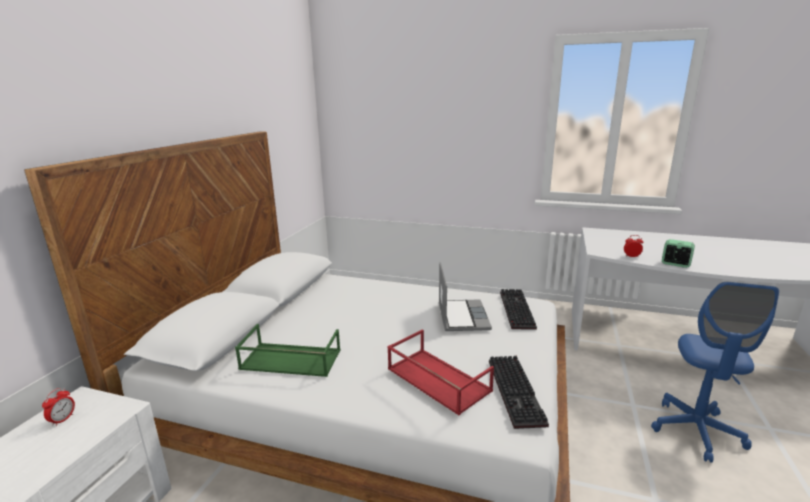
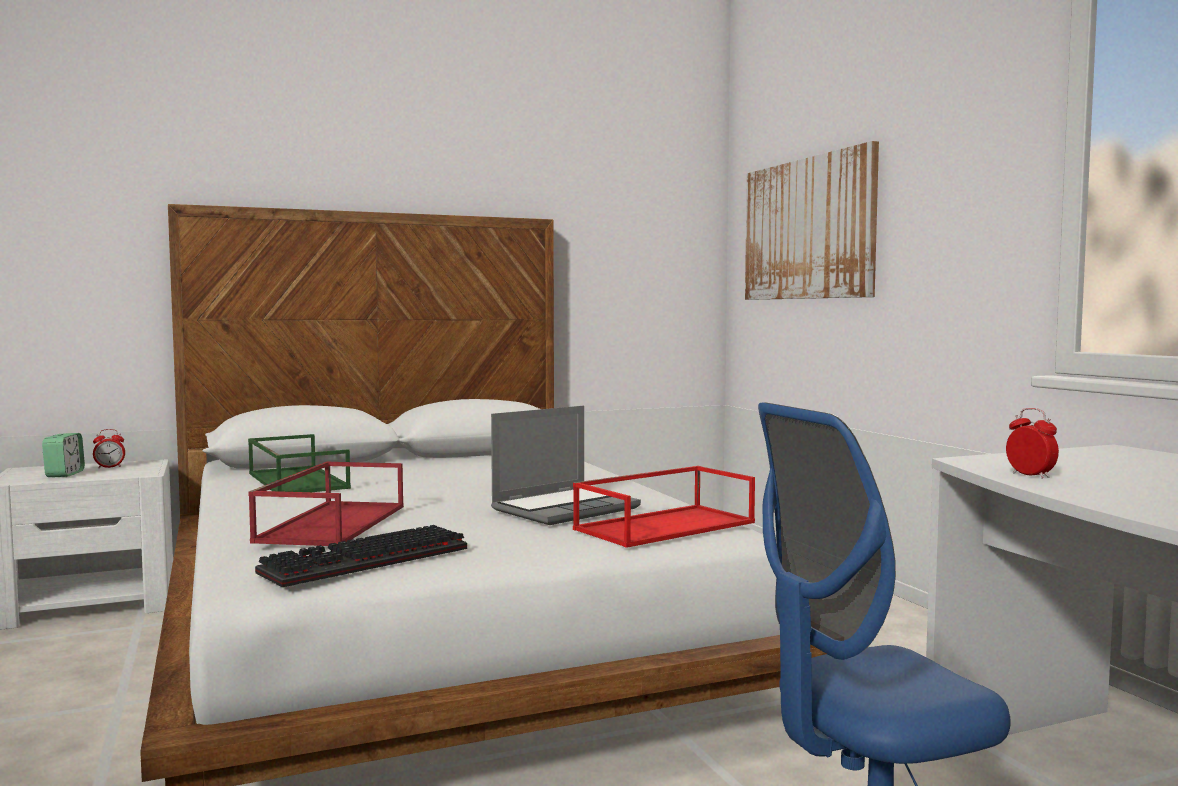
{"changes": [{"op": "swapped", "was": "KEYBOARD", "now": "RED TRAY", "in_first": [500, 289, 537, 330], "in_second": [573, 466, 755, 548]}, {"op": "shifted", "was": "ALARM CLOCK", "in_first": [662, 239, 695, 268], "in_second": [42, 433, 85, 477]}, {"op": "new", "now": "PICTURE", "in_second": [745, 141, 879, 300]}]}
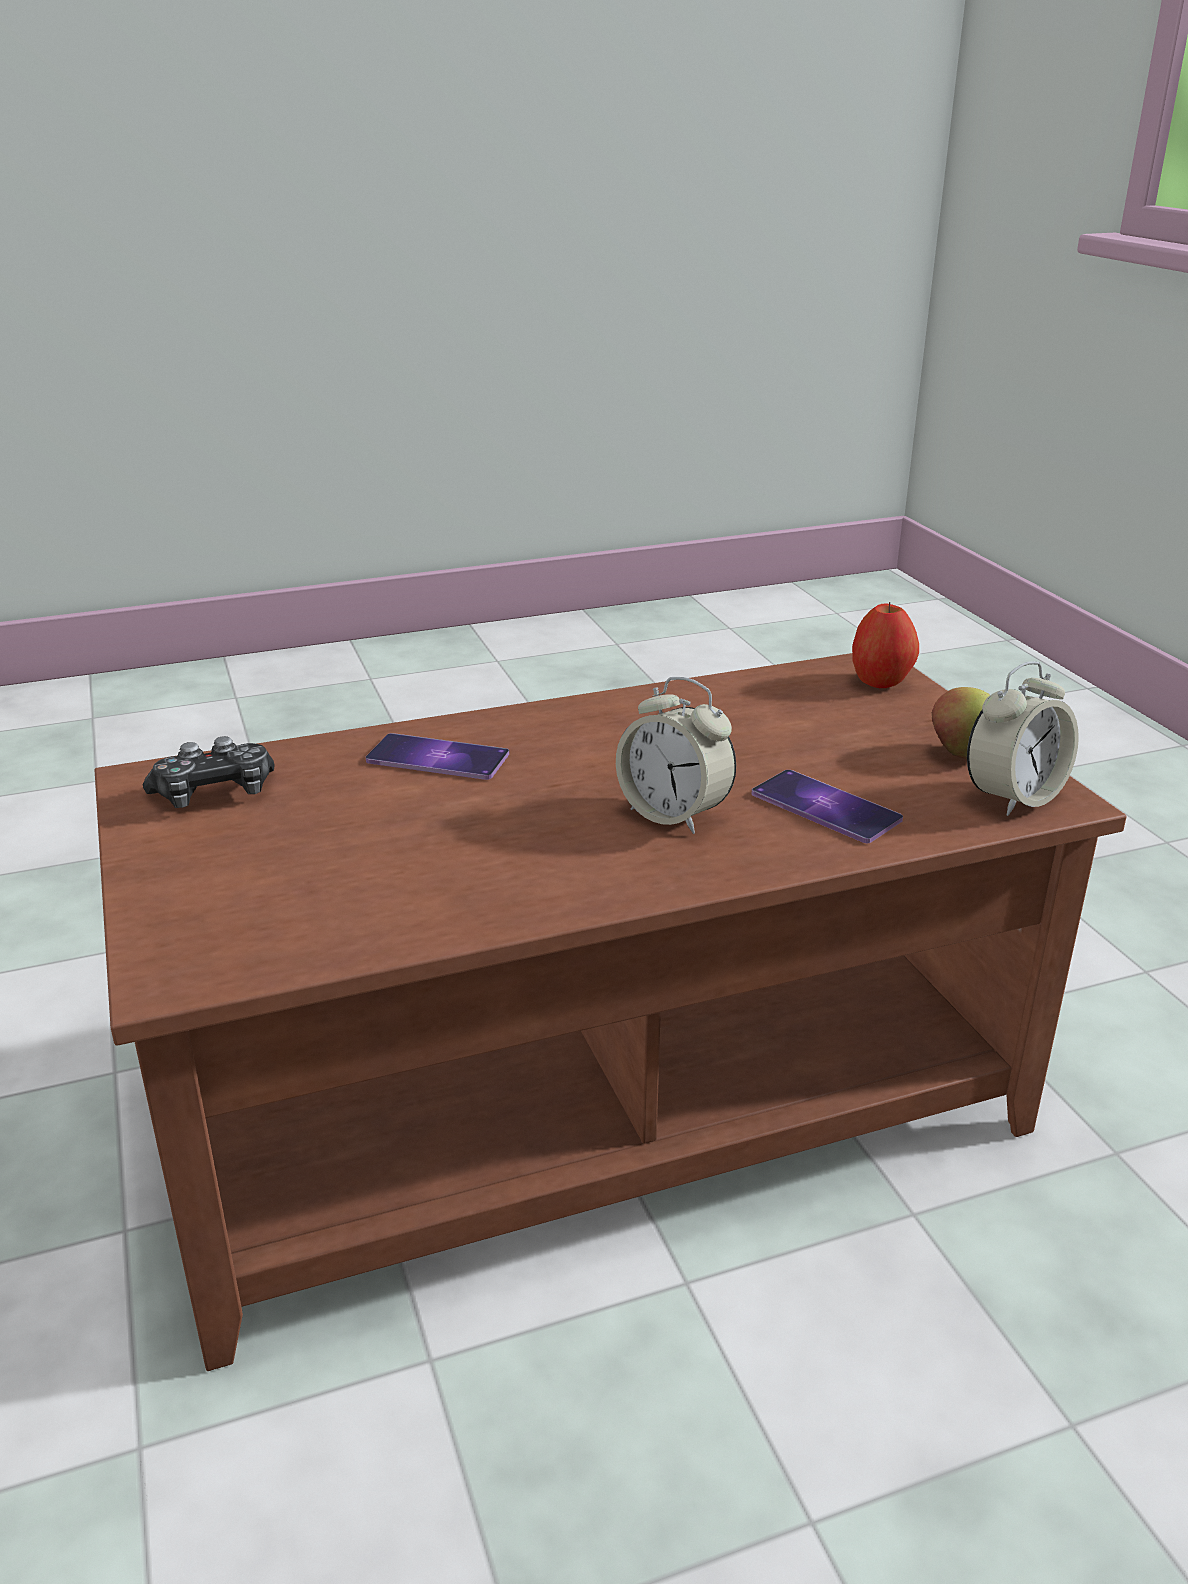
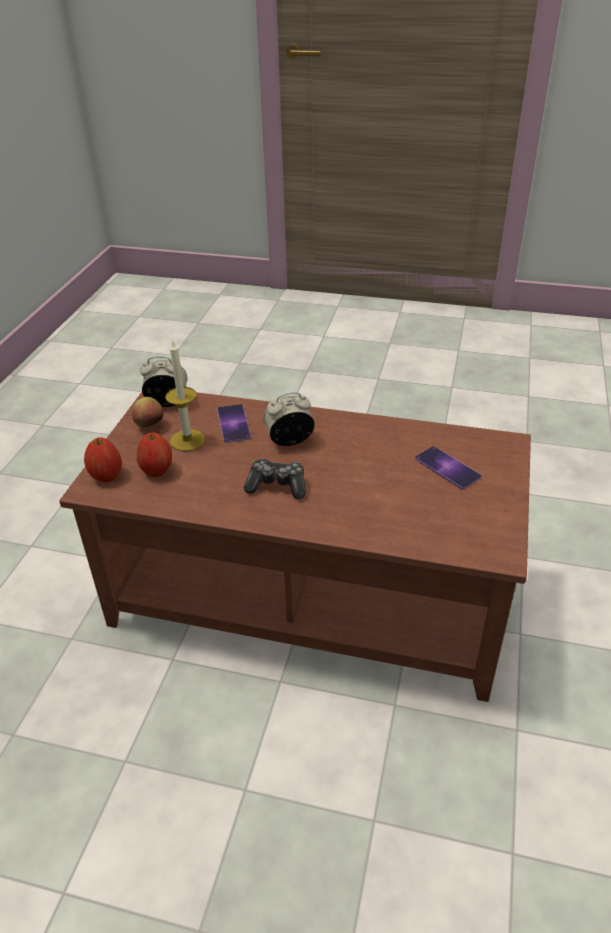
{"changes": [{"op": "shifted", "was": "GAME CONTROLLER", "in_first": [143, 736, 275, 808], "in_second": [244, 458, 306, 499]}, {"op": "shifted", "was": "PHONE", "in_first": [366, 733, 509, 780], "in_second": [415, 446, 482, 490]}, {"op": "rotated", "was": "ALARM CLOCK", "in_first": [616, 677, 736, 834], "in_second": [263, 393, 315, 446], "clockwise": -90}, {"op": "new", "now": "APPLE", "in_second": [137, 432, 172, 477]}, {"op": "new", "now": "CANDLE", "in_second": [165, 339, 205, 451]}]}
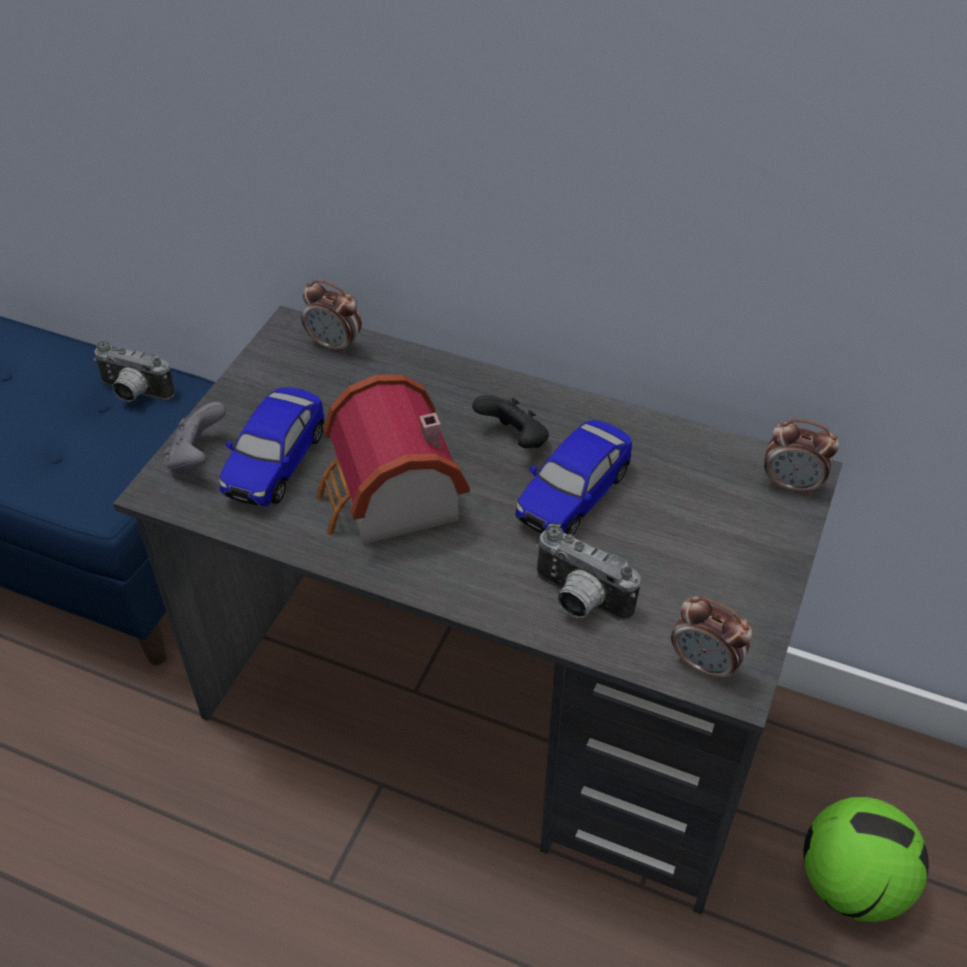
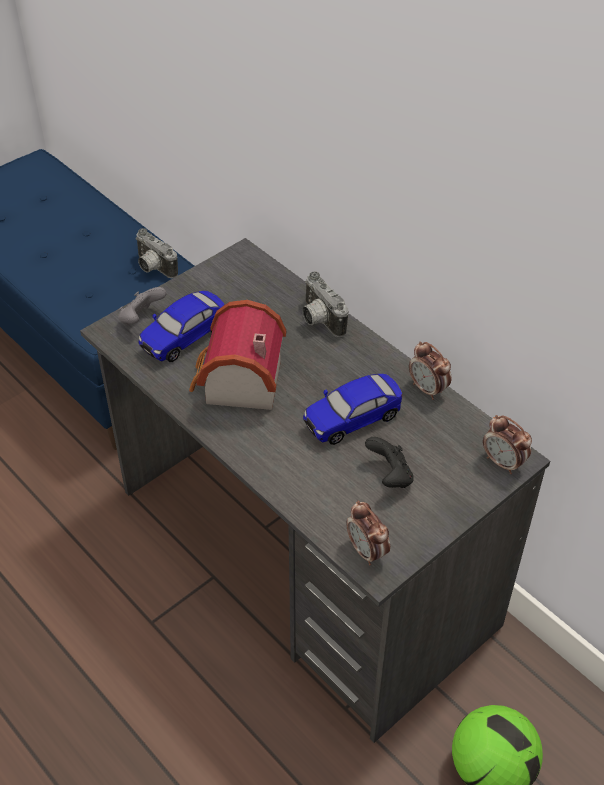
{"changes": [{"op": "shifted", "was": "ALARM CLOCK", "in_first": [301, 280, 362, 355], "in_second": [409, 341, 452, 400]}, {"op": "shifted", "was": "BLACK GAME CONTROLLER", "in_first": [472, 395, 549, 448], "in_second": [365, 437, 414, 488]}, {"op": "shifted", "was": "PHOTO CAMERA", "in_first": [535, 525, 641, 621], "in_second": [302, 272, 349, 337]}]}
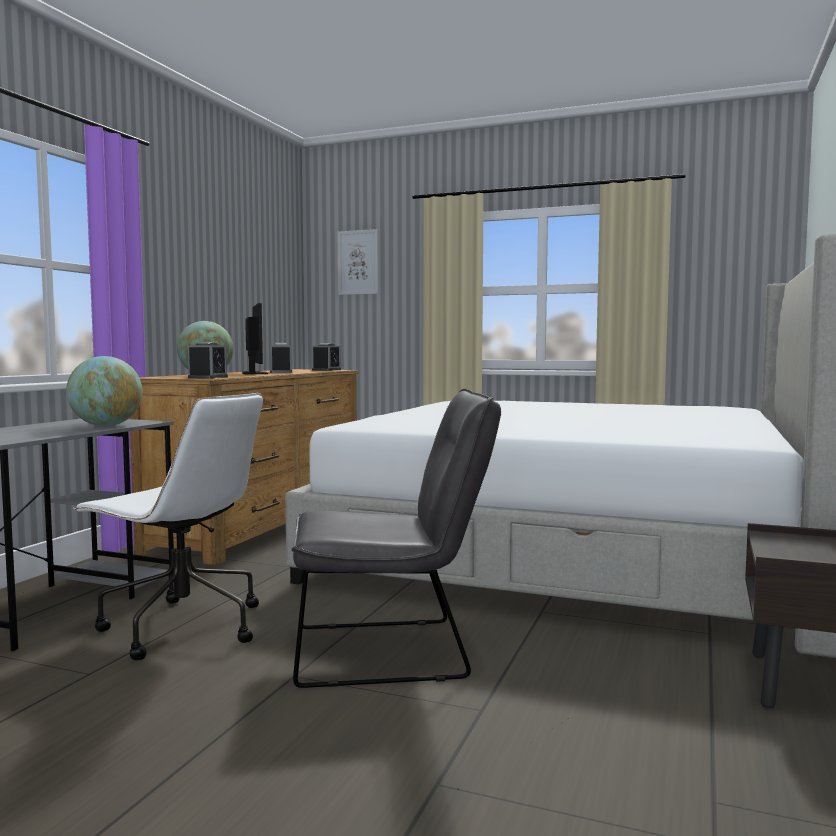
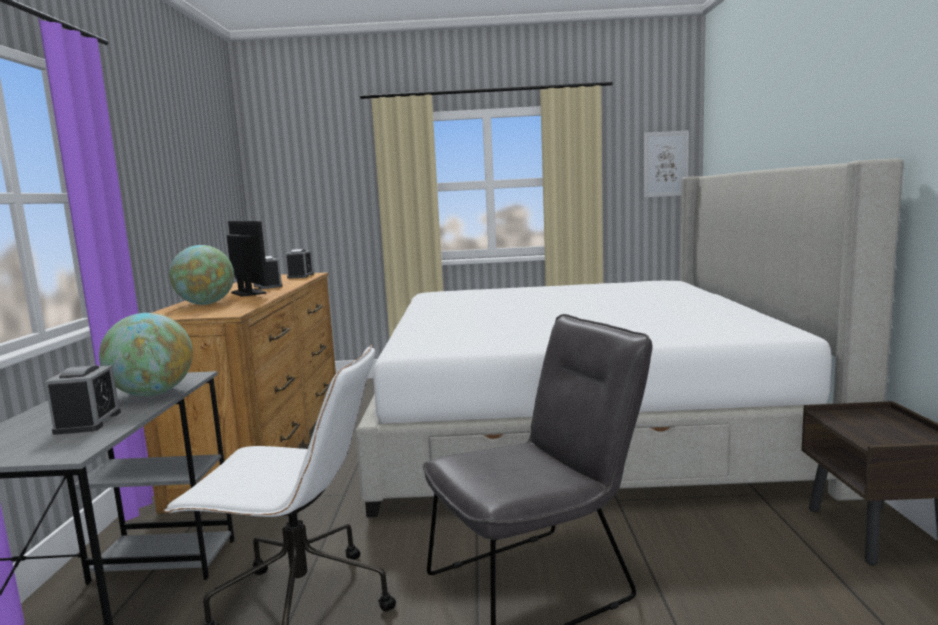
{"changes": [{"op": "shifted", "was": "ALARM CLOCK", "in_first": [188, 342, 228, 379], "in_second": [45, 365, 121, 435]}, {"op": "shifted", "was": "PICTURE", "in_first": [338, 229, 378, 295], "in_second": [644, 130, 689, 197]}]}
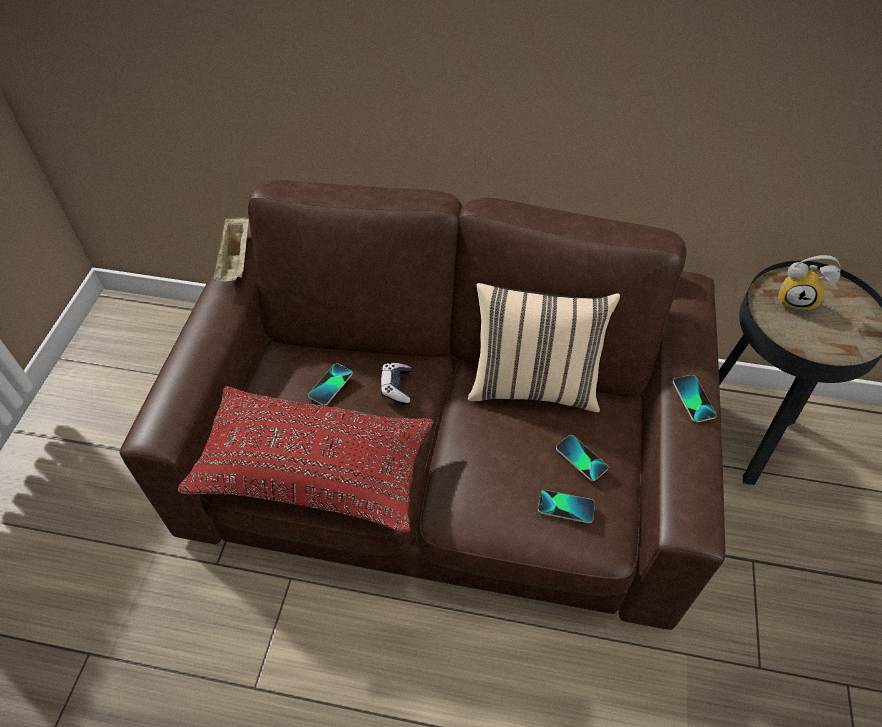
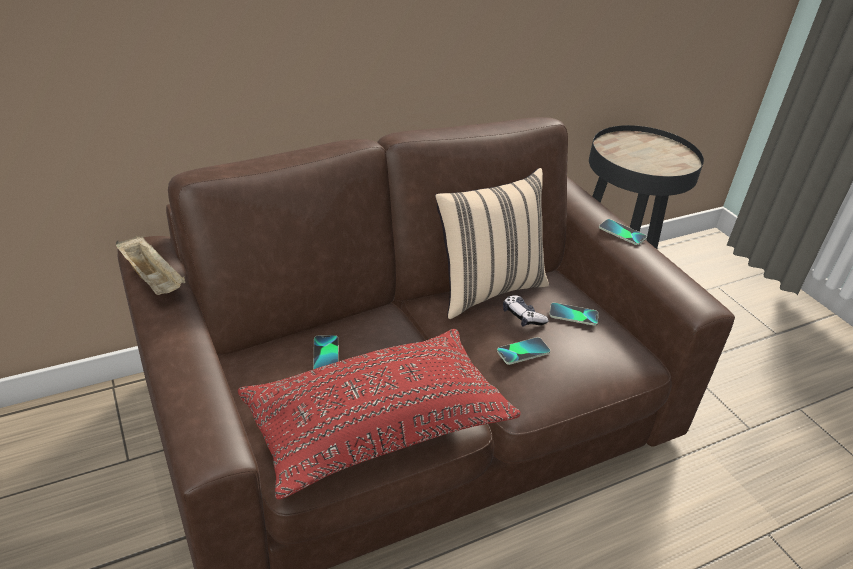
{"changes": [{"op": "shifted", "was": "GAME CONTROLLER", "in_first": [380, 363, 411, 404], "in_second": [503, 295, 549, 327]}, {"op": "shifted", "was": "PHONE", "in_first": [538, 490, 595, 523], "in_second": [497, 337, 550, 365]}, {"op": "gone", "was": "ALARM CLOCK", "in_first": [778, 255, 841, 311]}]}
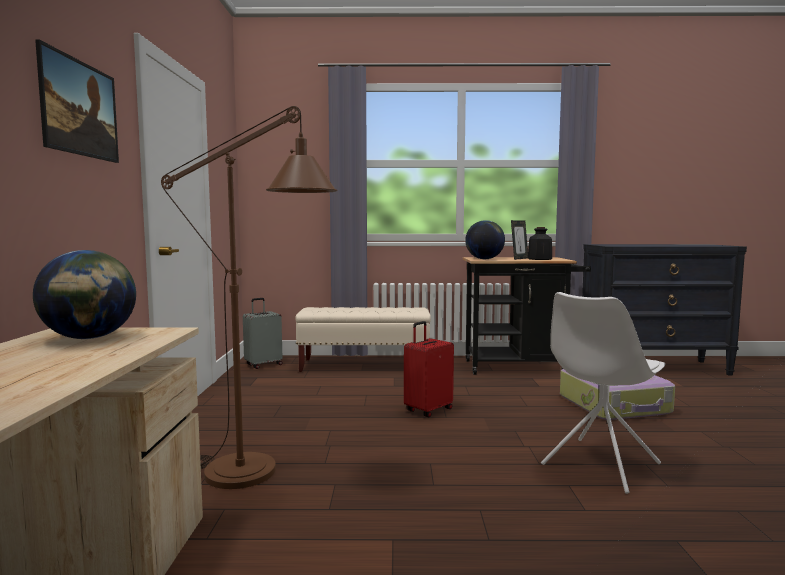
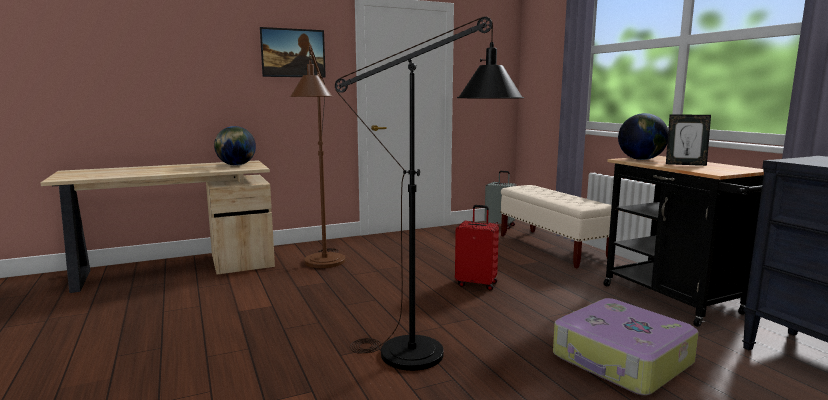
{"changes": [{"op": "gone", "was": "BOTTLE", "in_first": [528, 227, 552, 260]}, {"op": "swapped", "was": "WHITE CHAIR", "now": "BLACK FLOOR LAMP", "in_first": [541, 292, 665, 494], "in_second": [335, 16, 524, 371]}]}
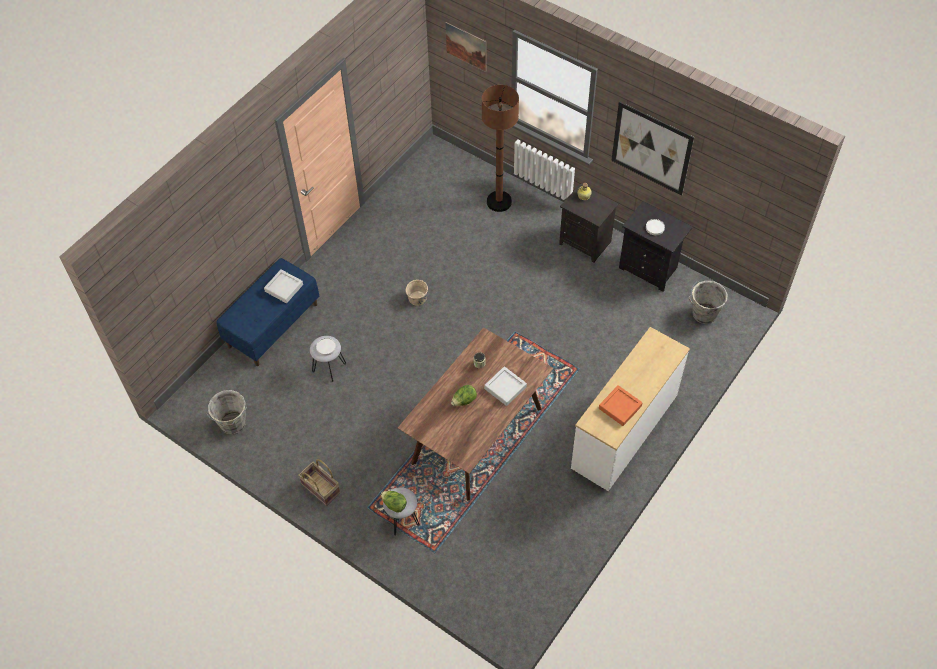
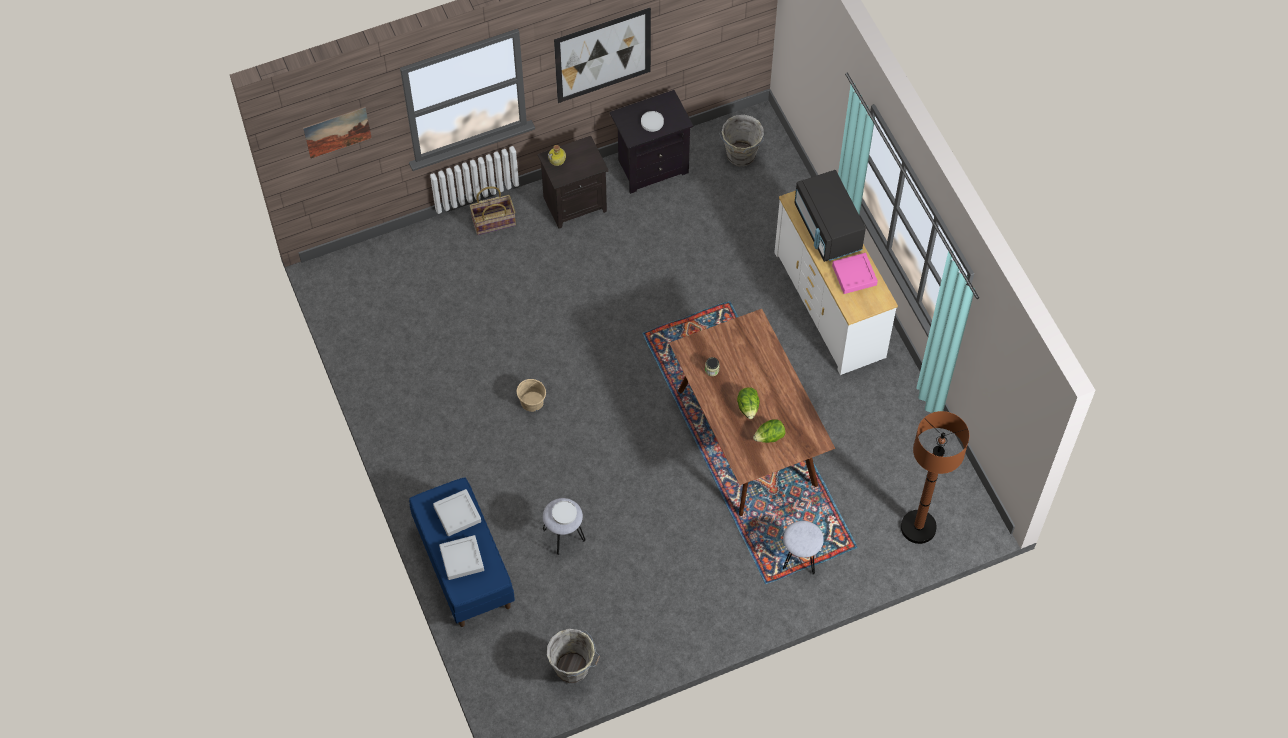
{"changes": [{"op": "shifted", "was": "BASKET", "in_first": [298, 459, 340, 506], "in_second": [470, 186, 516, 235]}, {"op": "shifted", "was": "LETTUCE", "in_first": [381, 491, 407, 513], "in_second": [753, 419, 785, 443]}, {"op": "shifted", "was": "BROWN FLOOR LAMP", "in_first": [482, 85, 519, 212], "in_second": [901, 411, 969, 544]}, {"op": "shifted", "was": "GREY TRAY", "in_first": [484, 366, 527, 406], "in_second": [439, 535, 484, 580]}, {"op": "repainted", "was": "ORANGE TRAY", "now": "PINK TRAY", "in_first": [599, 385, 643, 426], "in_second": [832, 253, 878, 294]}, {"op": "new", "now": "BLACK MICROWAVE", "in_second": [794, 170, 866, 262]}]}
